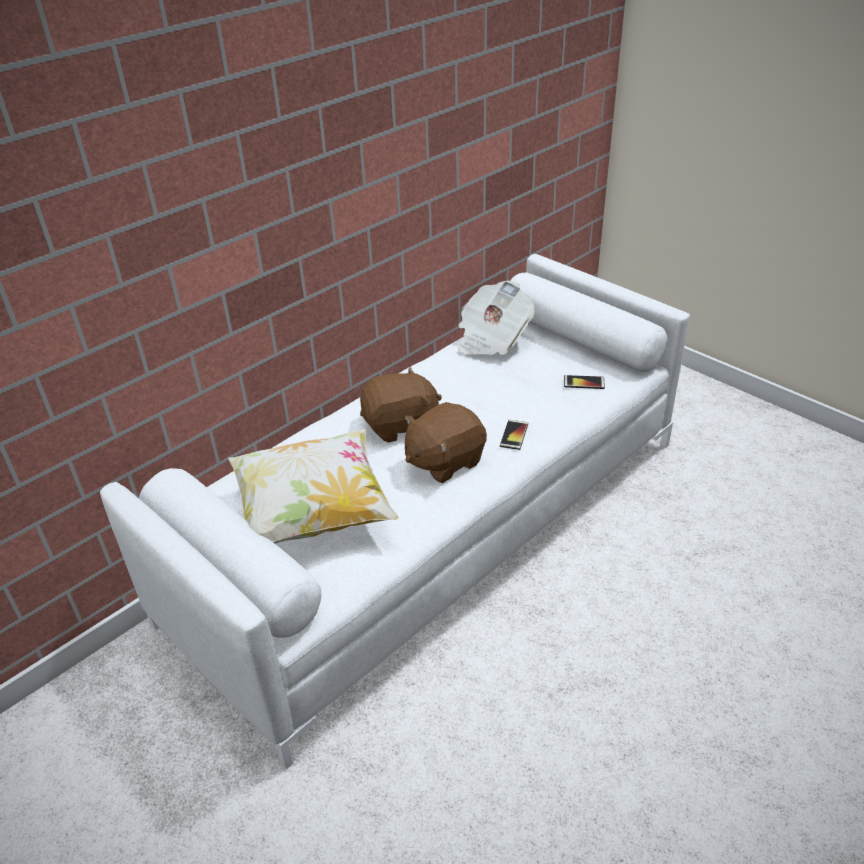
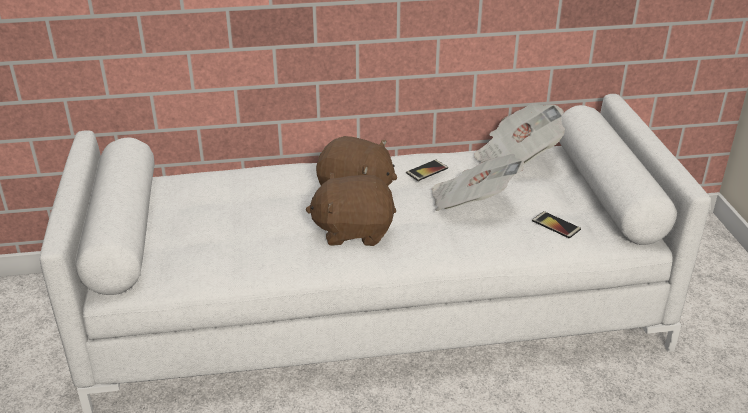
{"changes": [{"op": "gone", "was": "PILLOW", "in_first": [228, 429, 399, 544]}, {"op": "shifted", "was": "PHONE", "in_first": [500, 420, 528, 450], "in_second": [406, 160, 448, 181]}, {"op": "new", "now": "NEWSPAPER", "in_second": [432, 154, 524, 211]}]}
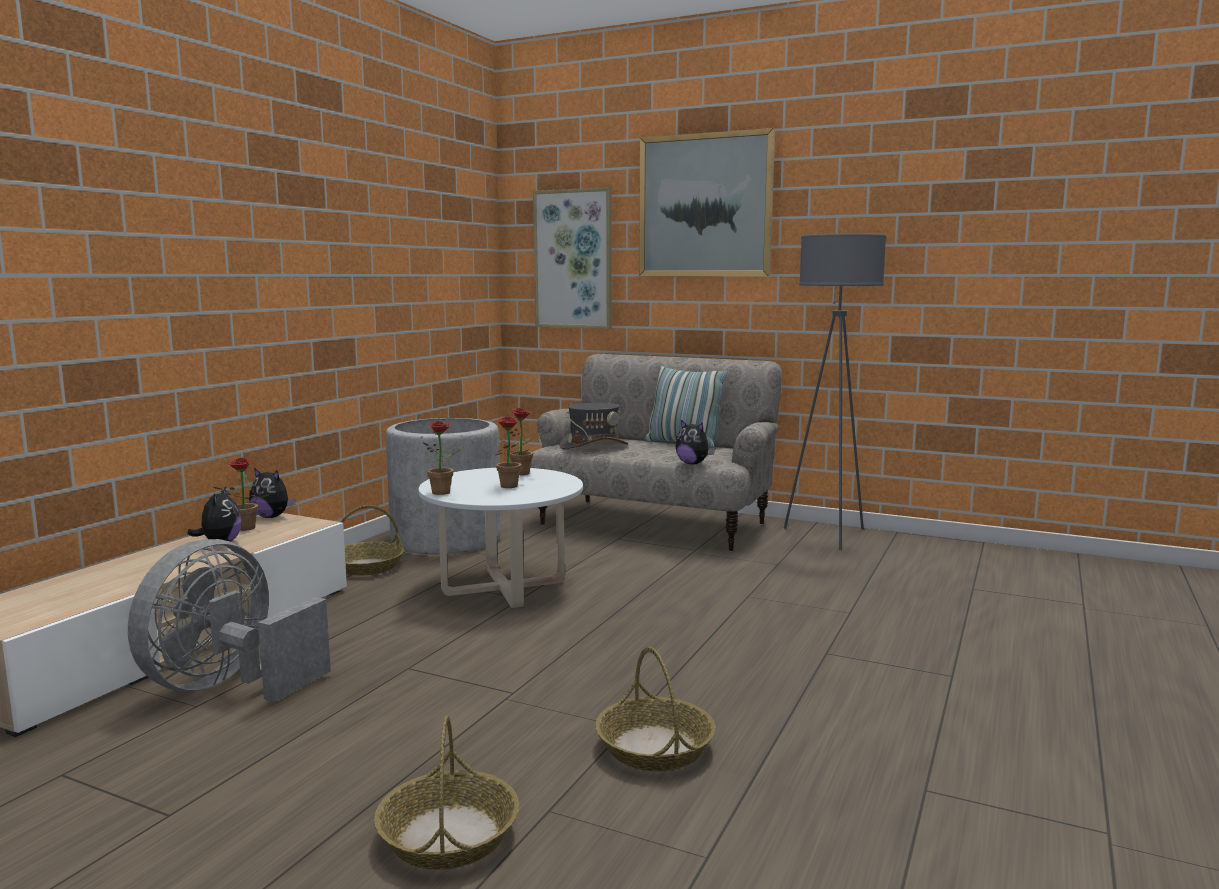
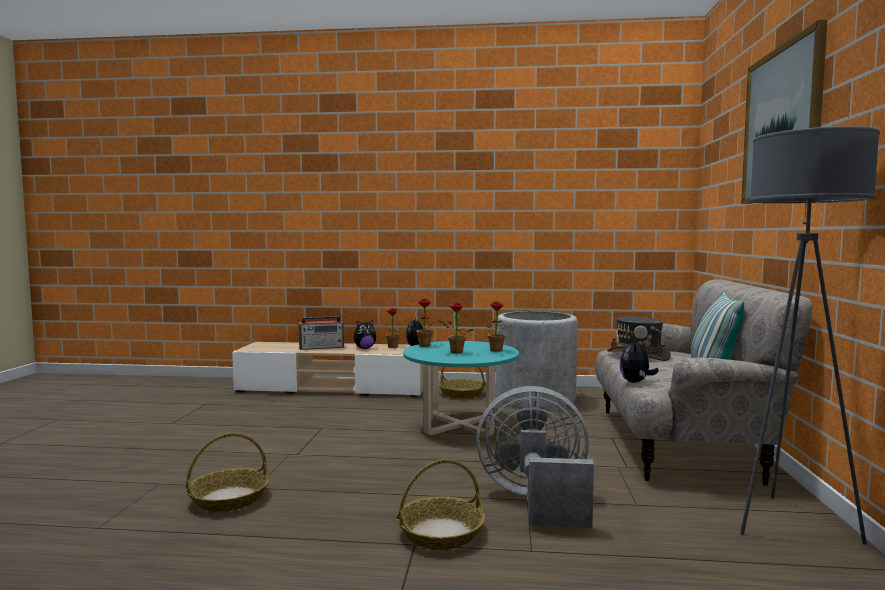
{"changes": [{"op": "shifted", "was": "GREY FAN", "in_first": [128, 539, 331, 702], "in_second": [476, 386, 594, 528]}, {"op": "shifted", "was": "BASKET", "in_first": [374, 715, 519, 870], "in_second": [396, 459, 485, 550]}, {"op": "repainted", "was": "WHITE COFFEE TABLE", "now": "TURQUOISE COFFEE TABLE", "in_first": [419, 468, 583, 608], "in_second": [403, 341, 519, 437]}, {"op": "gone", "was": "PICTURE", "in_first": [533, 187, 612, 329]}, {"op": "new", "now": "RADIO", "in_second": [299, 315, 344, 350]}]}
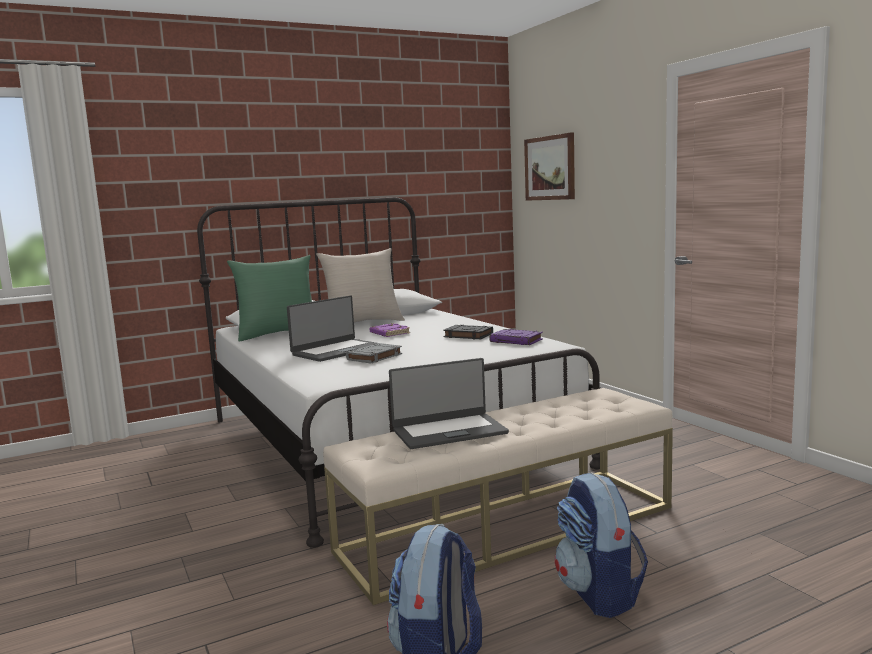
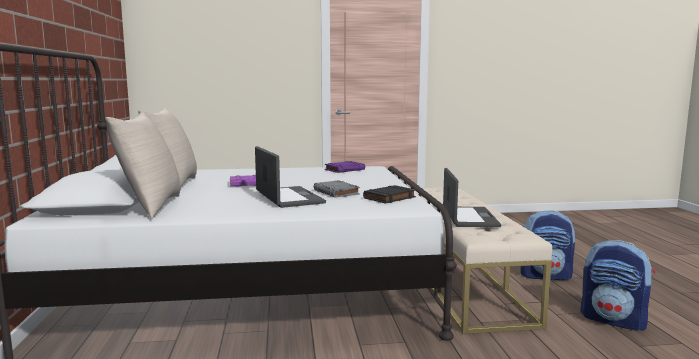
{"changes": [{"op": "repainted", "was": "GREEN PILLOW", "now": "BEIGE PILLOW", "in_first": [227, 255, 312, 342], "in_second": [105, 112, 181, 219]}, {"op": "shifted", "was": "BLACK BOOK", "in_first": [443, 325, 493, 339], "in_second": [363, 185, 416, 204]}, {"op": "gone", "was": "PICTURE", "in_first": [524, 133, 575, 201]}]}
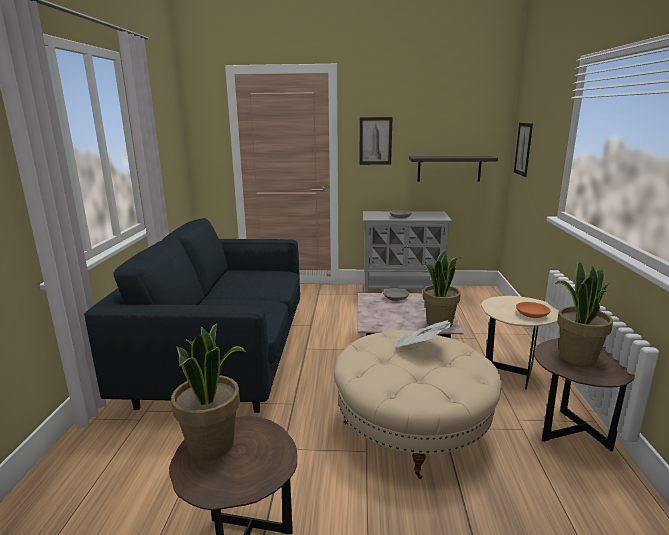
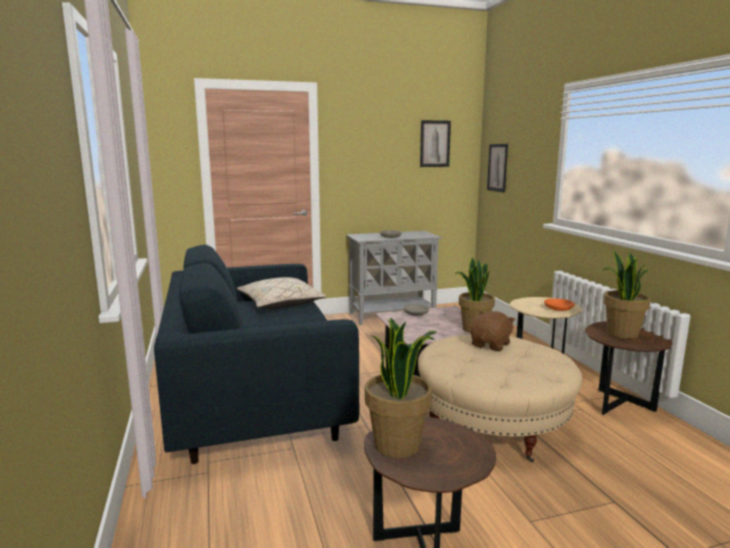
{"changes": [{"op": "shifted", "was": "PICTURE", "in_first": [359, 117, 393, 165], "in_second": [420, 120, 451, 167]}, {"op": "swapped", "was": "NEWSPAPER", "now": "BROWN PLUSH TOY", "in_first": [395, 320, 451, 348], "in_second": [470, 311, 516, 351]}, {"op": "gone", "was": "SHELF", "in_first": [409, 156, 498, 182]}, {"op": "new", "now": "BEIGE PILLOW", "in_second": [237, 277, 327, 309]}]}
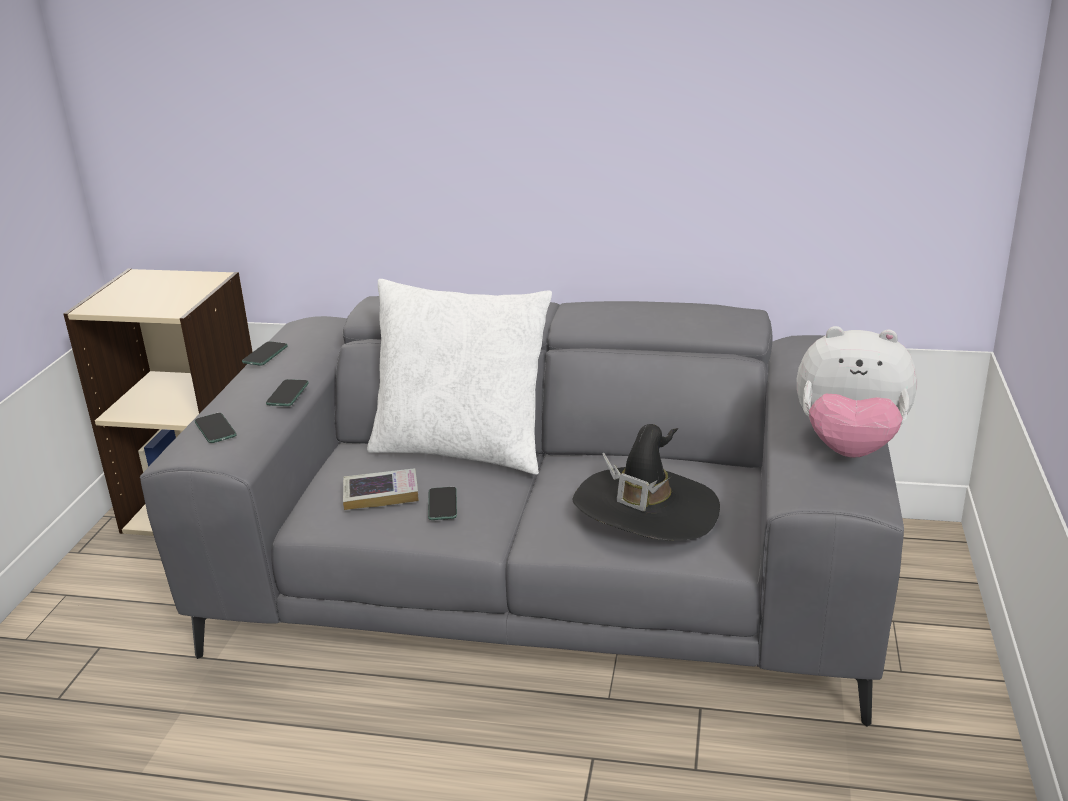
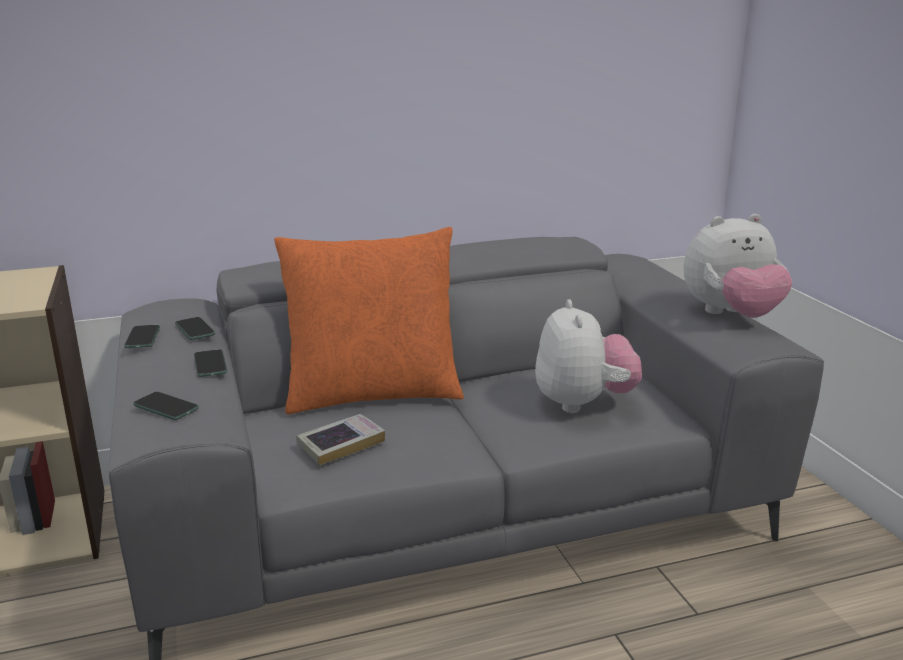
{"changes": [{"op": "repainted", "was": "WHITE PILLOW", "now": "ORANGE PILLOW", "in_first": [367, 279, 552, 475], "in_second": [274, 227, 464, 414]}, {"op": "shifted", "was": "PHONE", "in_first": [428, 487, 457, 520], "in_second": [175, 317, 215, 340]}, {"op": "swapped", "was": "BLACK HAT", "now": "PLUSH TOY", "in_first": [572, 424, 720, 541], "in_second": [535, 299, 642, 413]}]}
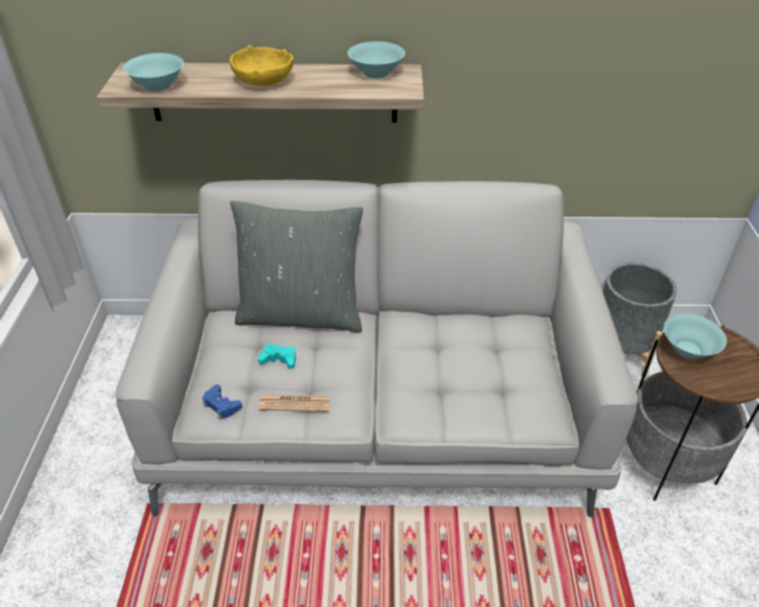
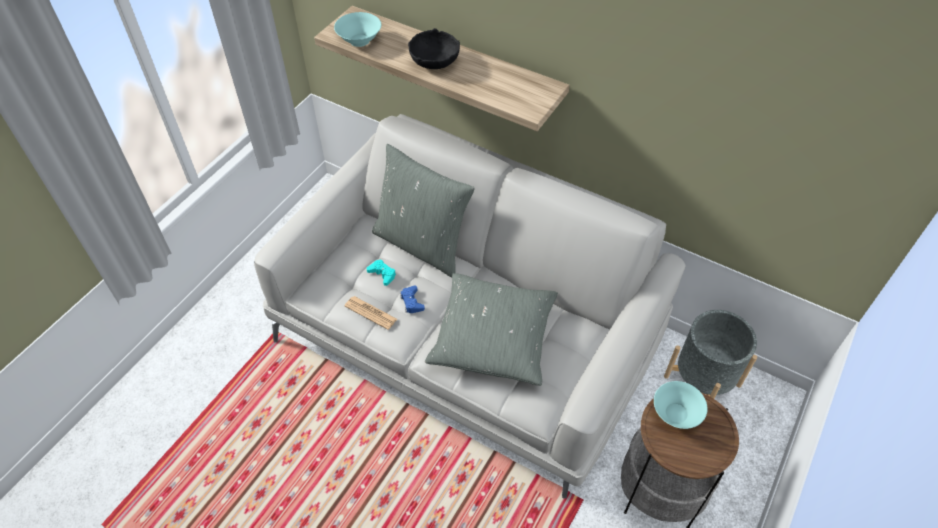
{"changes": [{"op": "shifted", "was": "BLUE GAME CONTROLLER", "in_first": [202, 384, 242, 420], "in_second": [400, 285, 425, 313]}, {"op": "repainted", "was": "YELLOW BOWL", "now": "BLACK BOWL", "in_first": [230, 45, 294, 86], "in_second": [408, 28, 460, 69]}, {"op": "gone", "was": "TURQUOISE BOWL", "in_first": [348, 41, 405, 79]}, {"op": "new", "now": "GREY PILLOW", "in_second": [425, 273, 558, 386]}]}
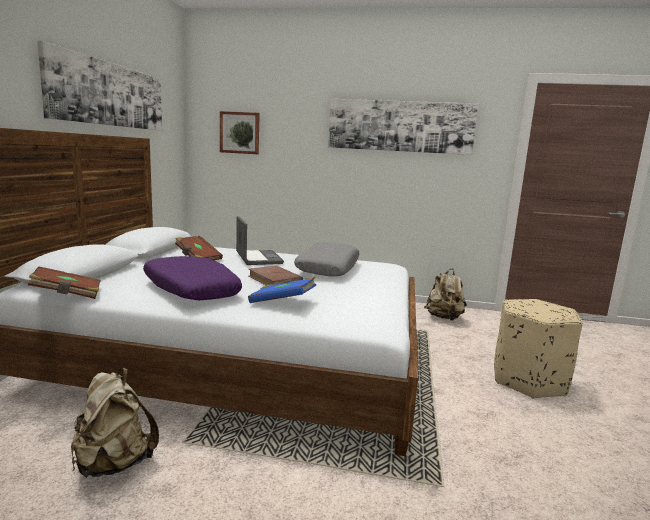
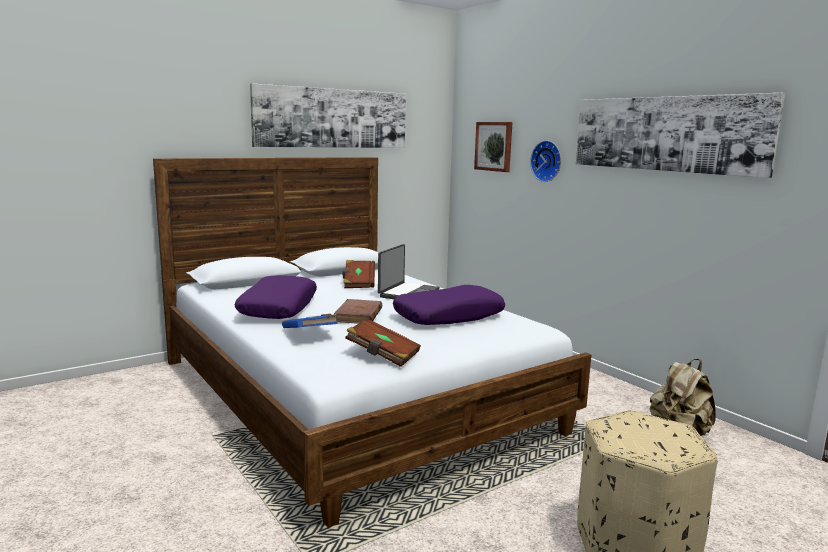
{"changes": [{"op": "shifted", "was": "BROWN BOOK", "in_first": [28, 266, 101, 299], "in_second": [345, 319, 421, 367]}, {"op": "gone", "was": "BEIGE BACKPACK", "in_first": [71, 368, 159, 478]}, {"op": "repainted", "was": "GREY PILLOW", "now": "PURPLE PILLOW", "in_first": [294, 242, 359, 277], "in_second": [393, 285, 505, 325]}, {"op": "new", "now": "WALL CLOCK", "in_second": [530, 140, 561, 182]}]}
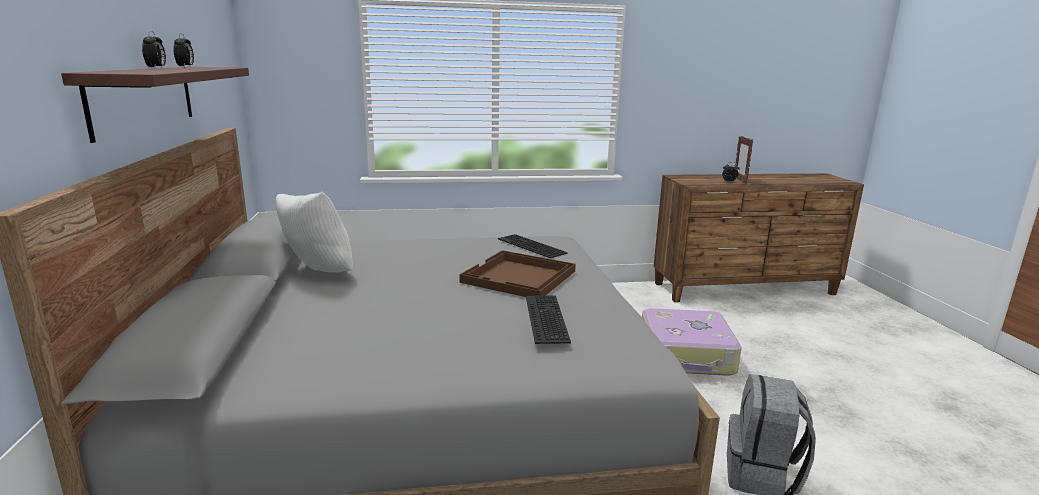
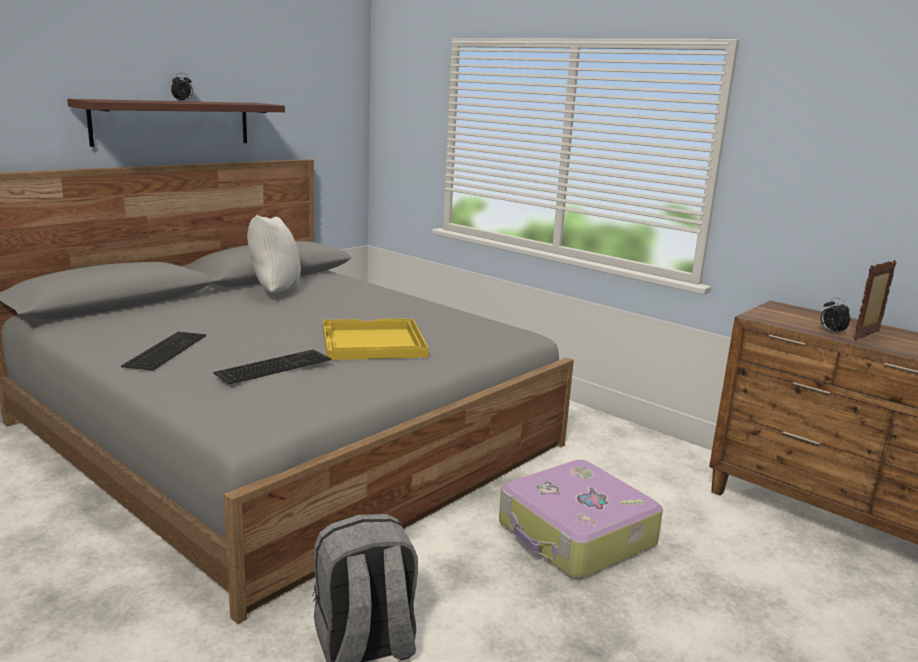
{"changes": [{"op": "gone", "was": "ALARM CLOCK", "in_first": [173, 34, 194, 68]}, {"op": "repainted", "was": "BROWN TRAY", "now": "YELLOW TRAY", "in_first": [459, 250, 576, 297], "in_second": [323, 318, 429, 360]}, {"op": "shifted", "was": "KEYBOARD", "in_first": [498, 234, 567, 258], "in_second": [121, 332, 206, 371]}]}
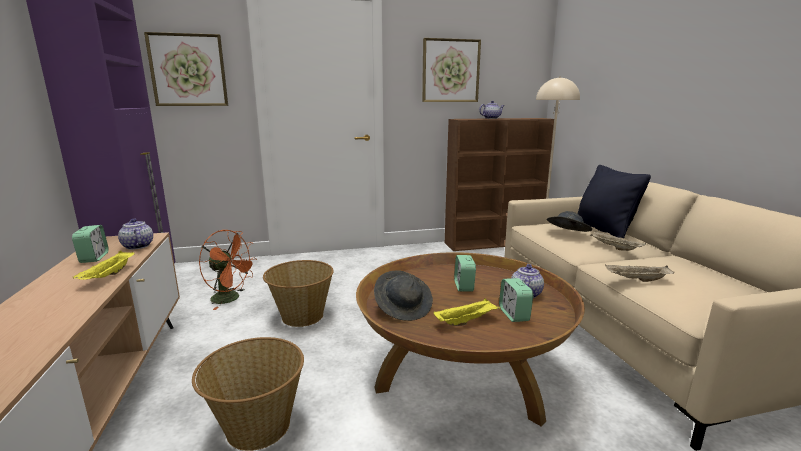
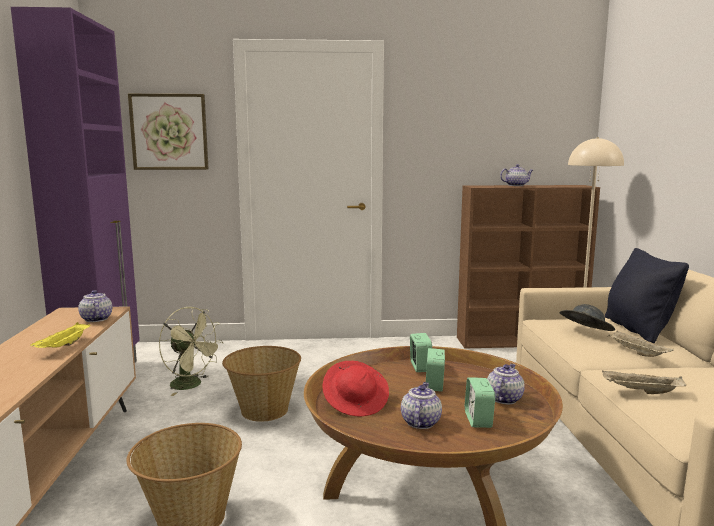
{"changes": [{"op": "shifted", "was": "ALARM CLOCK", "in_first": [72, 225, 109, 263], "in_second": [410, 333, 432, 372]}, {"op": "repainted", "was": "ORANGE FAN", "now": "GREEN FAN", "in_first": [199, 230, 257, 310], "in_second": [159, 307, 223, 396]}, {"op": "repainted", "was": "GREY HAT", "now": "RED HAT", "in_first": [374, 270, 433, 321], "in_second": [323, 361, 389, 417]}, {"op": "gone", "was": "PICTURE", "in_first": [422, 38, 481, 102]}, {"op": "swapped", "was": "YELLOW TRAY", "now": "TEAPOT", "in_first": [433, 298, 501, 326], "in_second": [401, 382, 442, 429]}]}
